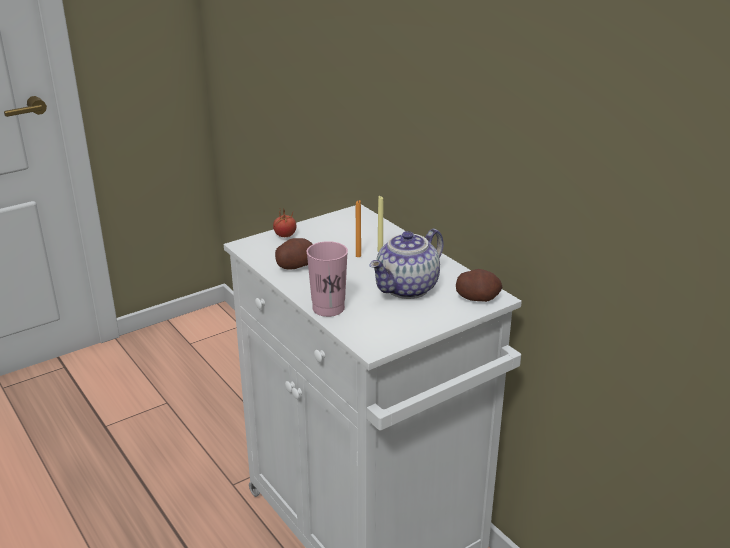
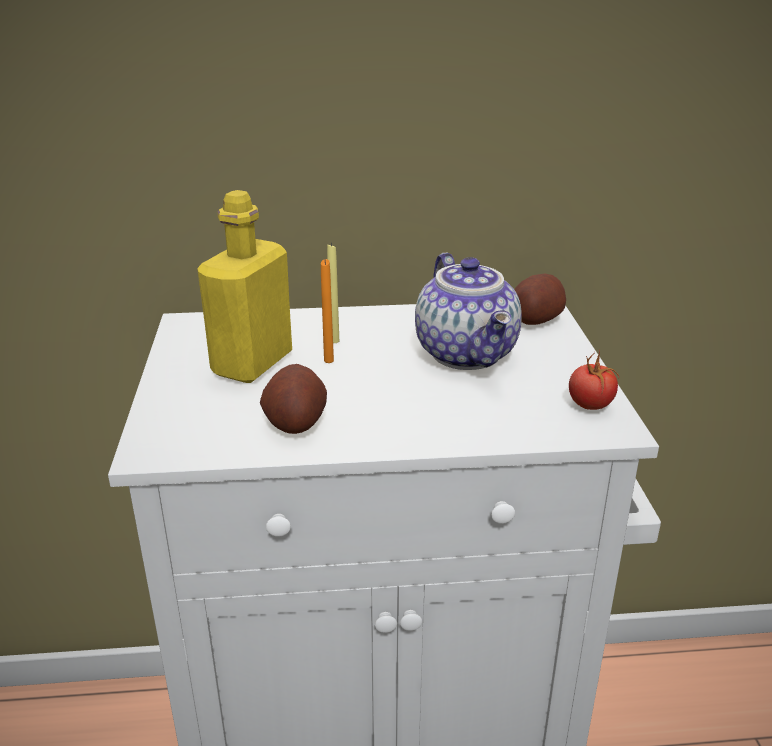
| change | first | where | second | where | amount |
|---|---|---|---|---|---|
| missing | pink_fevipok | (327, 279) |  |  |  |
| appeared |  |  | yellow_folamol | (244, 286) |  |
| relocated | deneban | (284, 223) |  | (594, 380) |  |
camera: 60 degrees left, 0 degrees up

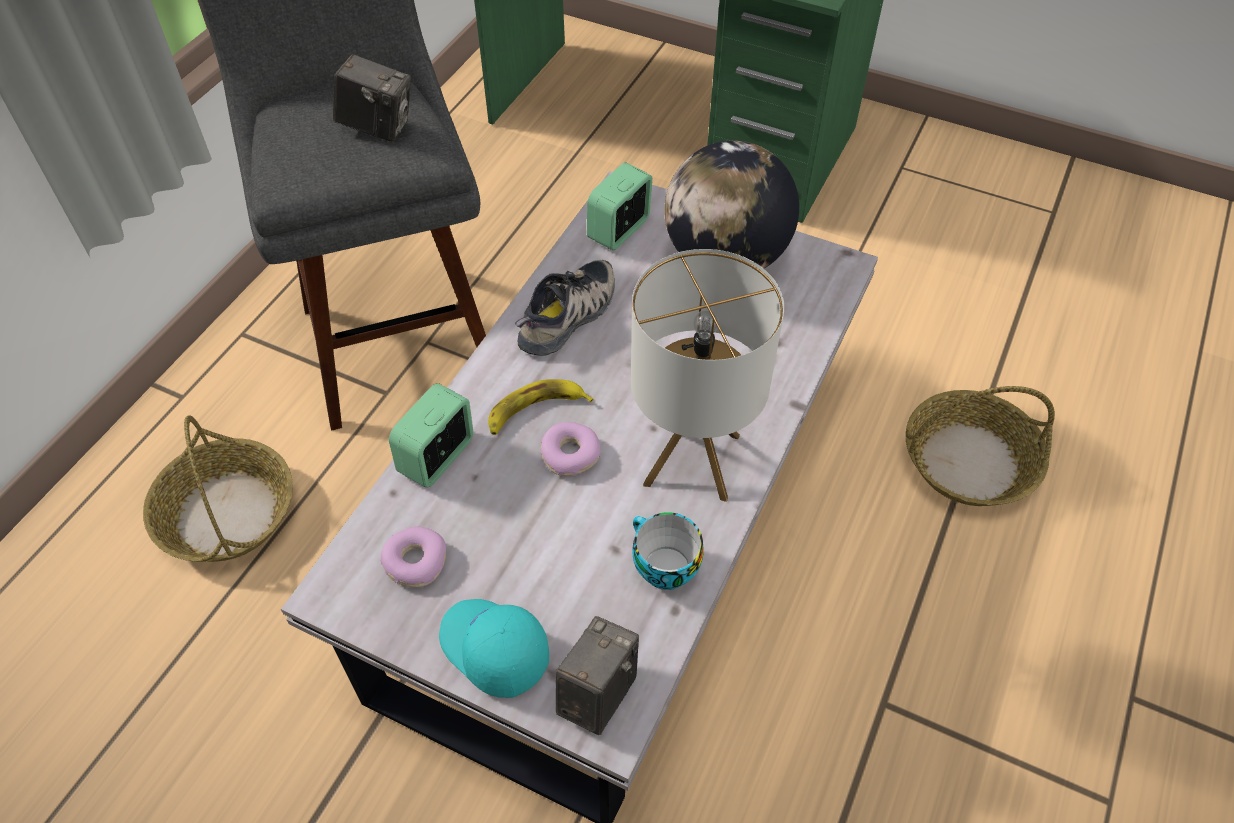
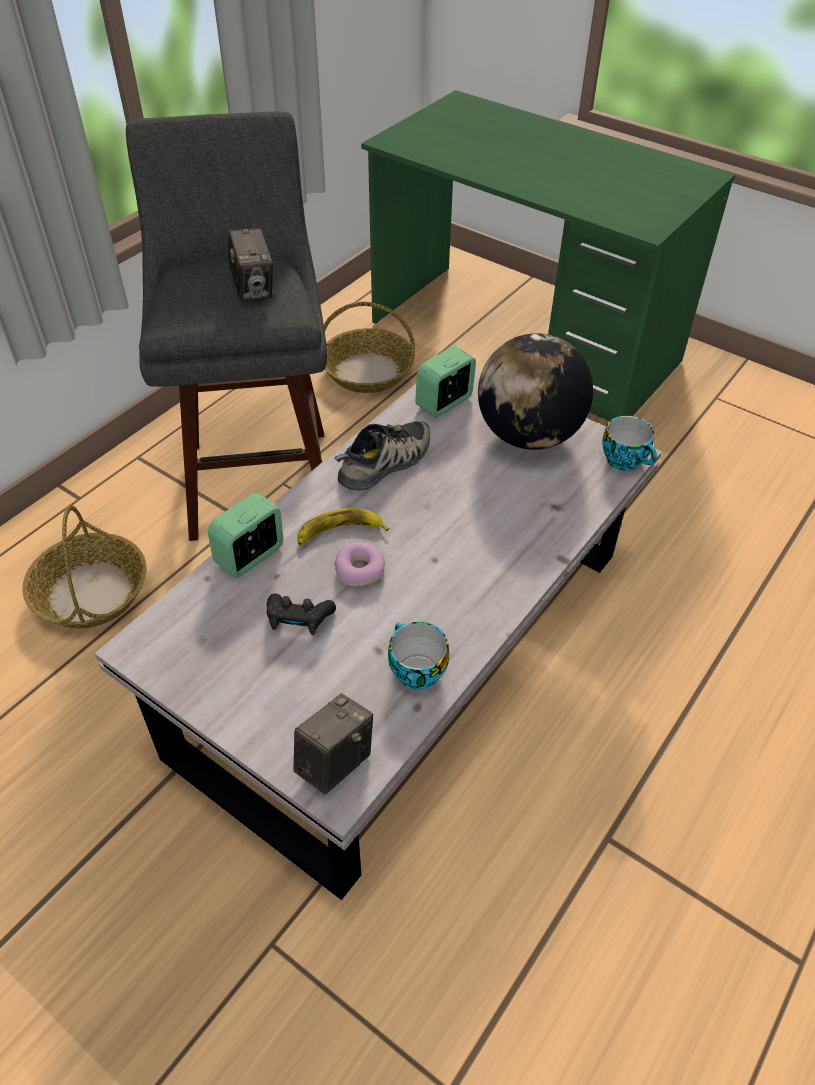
| change | first | where | second | where | amount |
|---|---|---|---|---|---|
| missing | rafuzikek | (413, 557) |  |  |  |
| missing | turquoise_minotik | (494, 648) |  |  |  |
| missing | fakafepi | (707, 375) |  |  |  |
| appeared |  |  | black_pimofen | (301, 614) |  |
| appeared |  |  | fevipok | (629, 443) |  |
| relocated | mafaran | (980, 446) |  | (369, 347) |  |
| spun | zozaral | (372, 98) |  | (250, 264) | 45 degrees clockwise |
camera: 10 degrees right, 5 degrees down

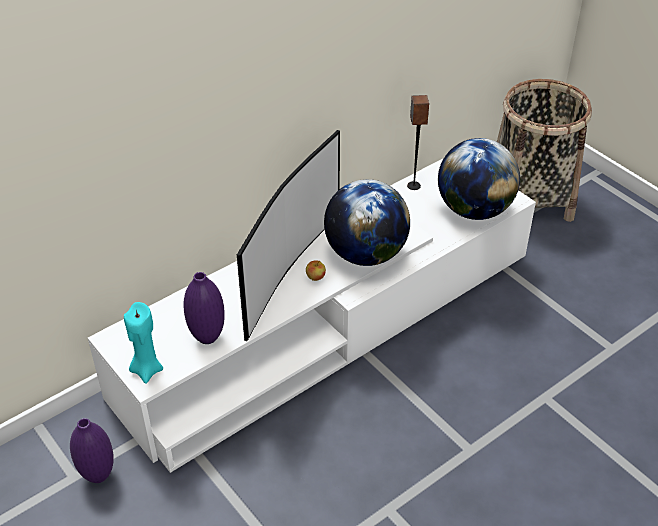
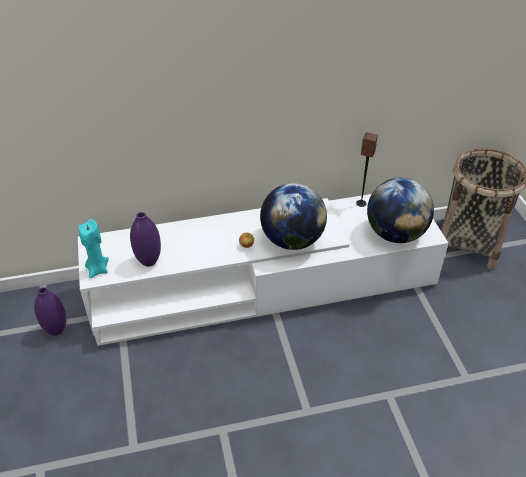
| change | first | where | second | where | amount |
|---|---|---|---|---|---|
| missing | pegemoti | (288, 235) |  |  |  |
camera: 25 degrees right, 0 degrees up

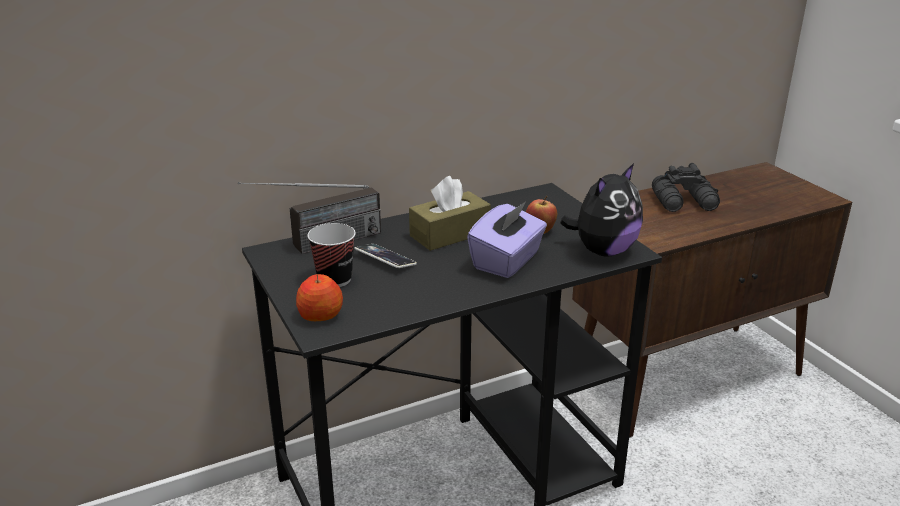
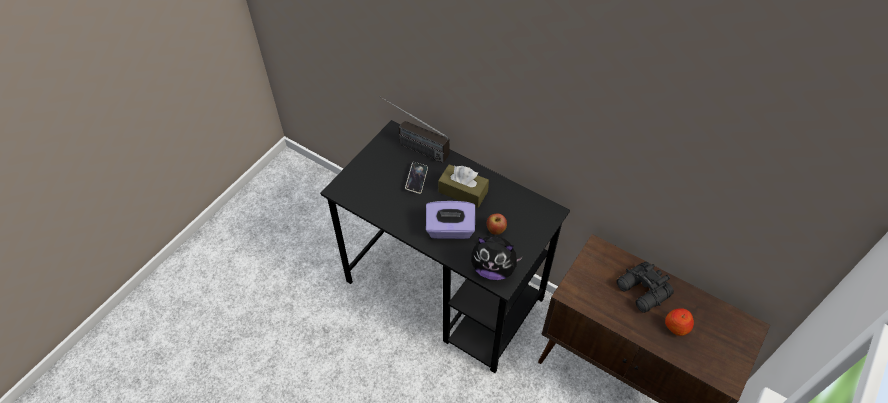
| change | first | where | second | where | amount |
|---|---|---|---|---|---|
| missing | fevipok | (331, 255) |  |  |  |
| relocated | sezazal | (319, 297) |  | (679, 322) |  |
camera: 60 degrees right, 25 degrees up

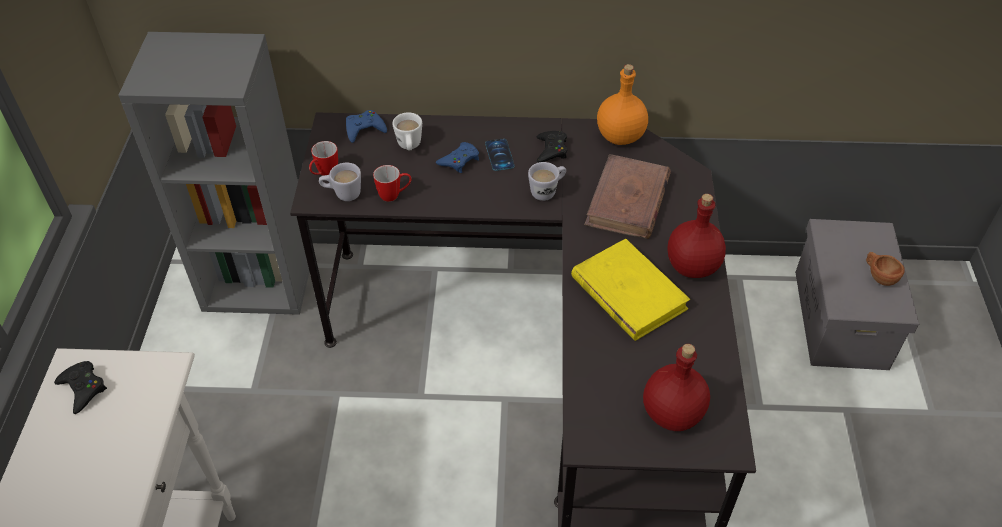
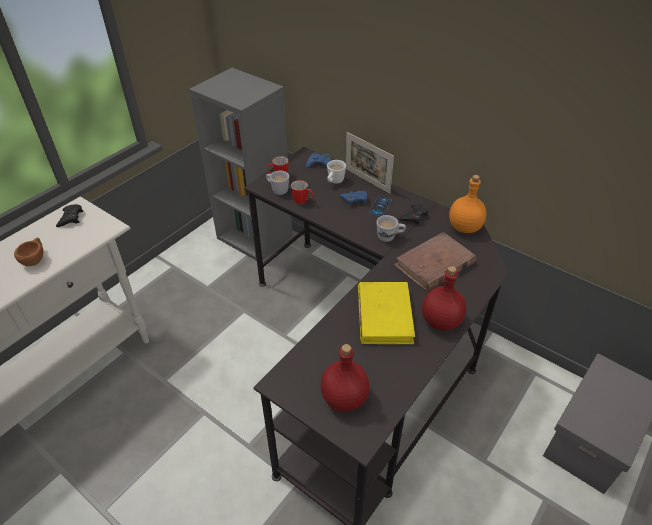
| change | first | where | second | where | amount |
|---|---|---|---|---|---|
| appeared |  |  | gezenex | (370, 163) |  |
| relocated | brown_fevipok | (885, 269) |  | (29, 251) |  |
camera: 35 degrees right, 5 degrees down

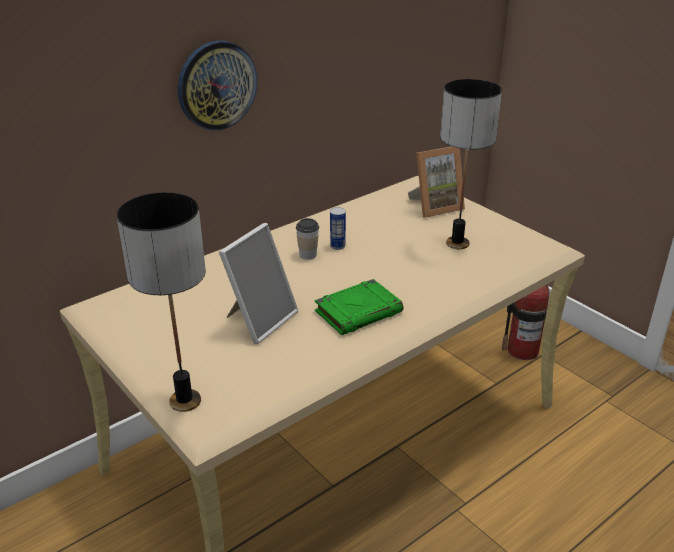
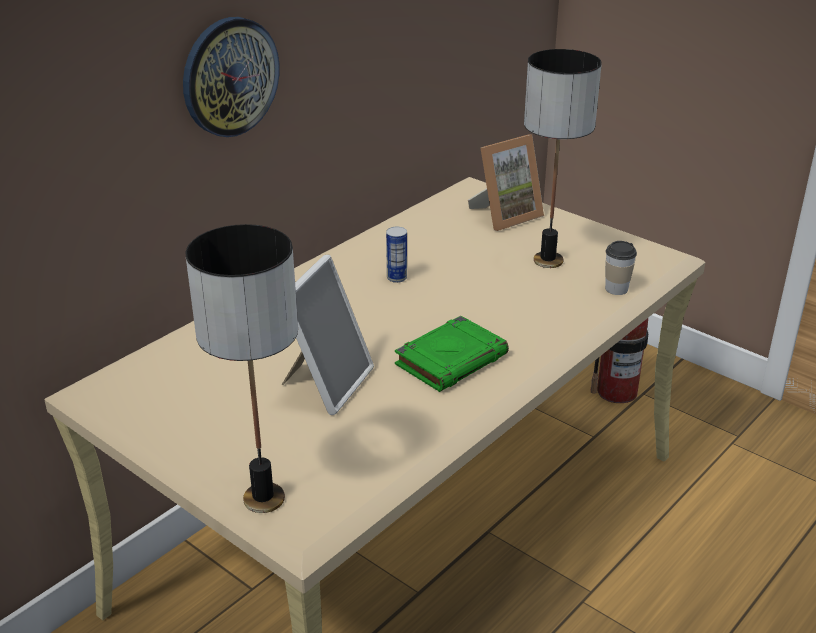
| change | first | where | second | where | amount |
|---|---|---|---|---|---|
| relocated | fevipok | (307, 239) |  | (621, 268) |  |
camera: 10 degrees left, 0 degrees up

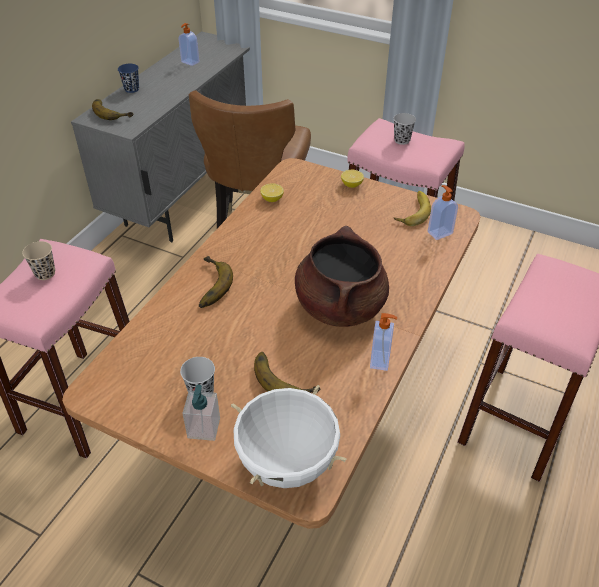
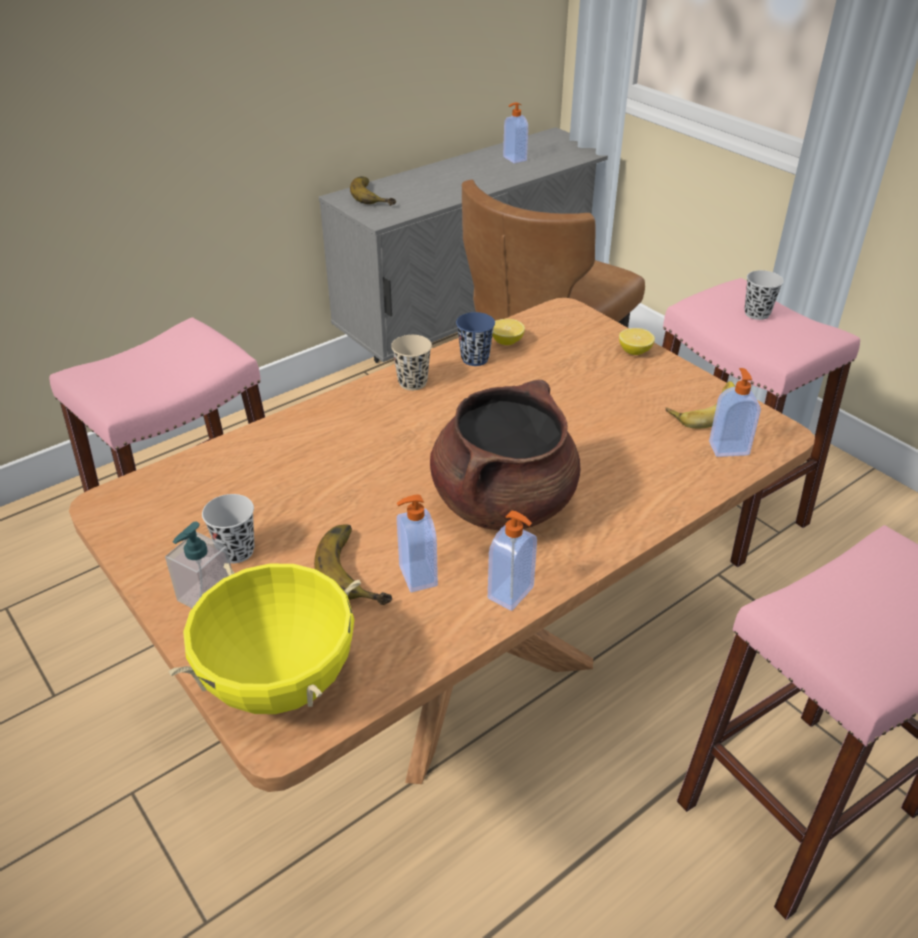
| change | first | where | second | where | amount |
|---|---|---|---|---|---|
| missing | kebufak | (216, 282) |  |  |  |
| appeared |  |  | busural | (417, 544) |  |
| relocated | beige_fevipok | (38, 260) |  | (411, 362) |  |
| relocated | blue_fevipok | (128, 78) |  | (475, 339) |  |
| colour | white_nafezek | (288, 436) | yellow_nafezek | (265, 638) |  |
camera: 25 degrees right, 5 degrees down

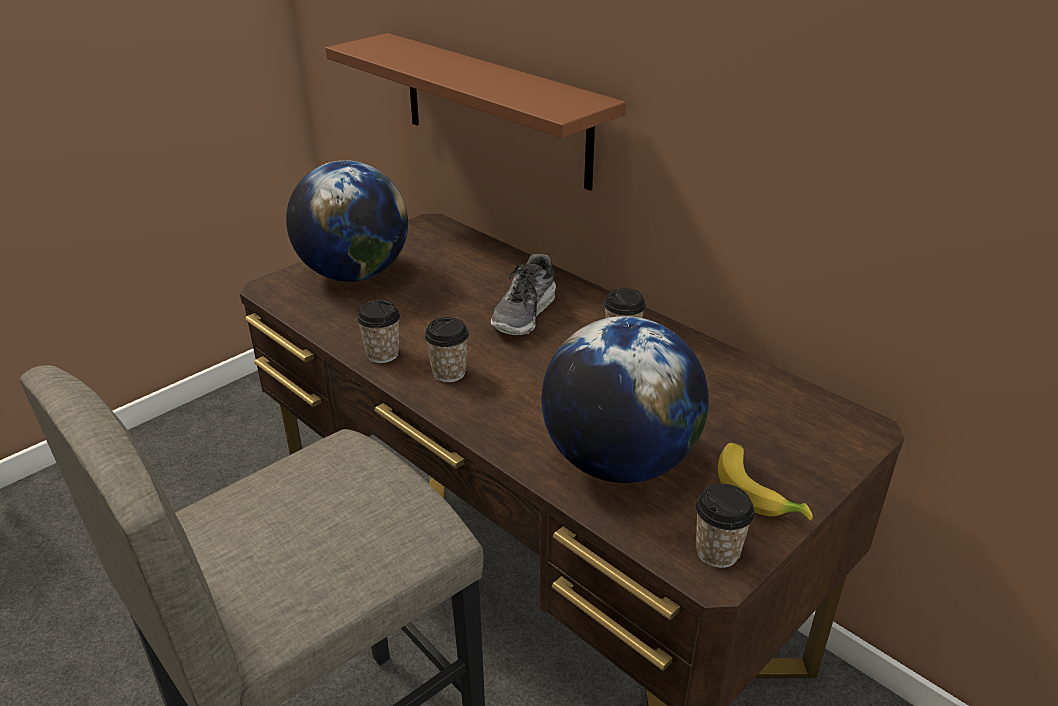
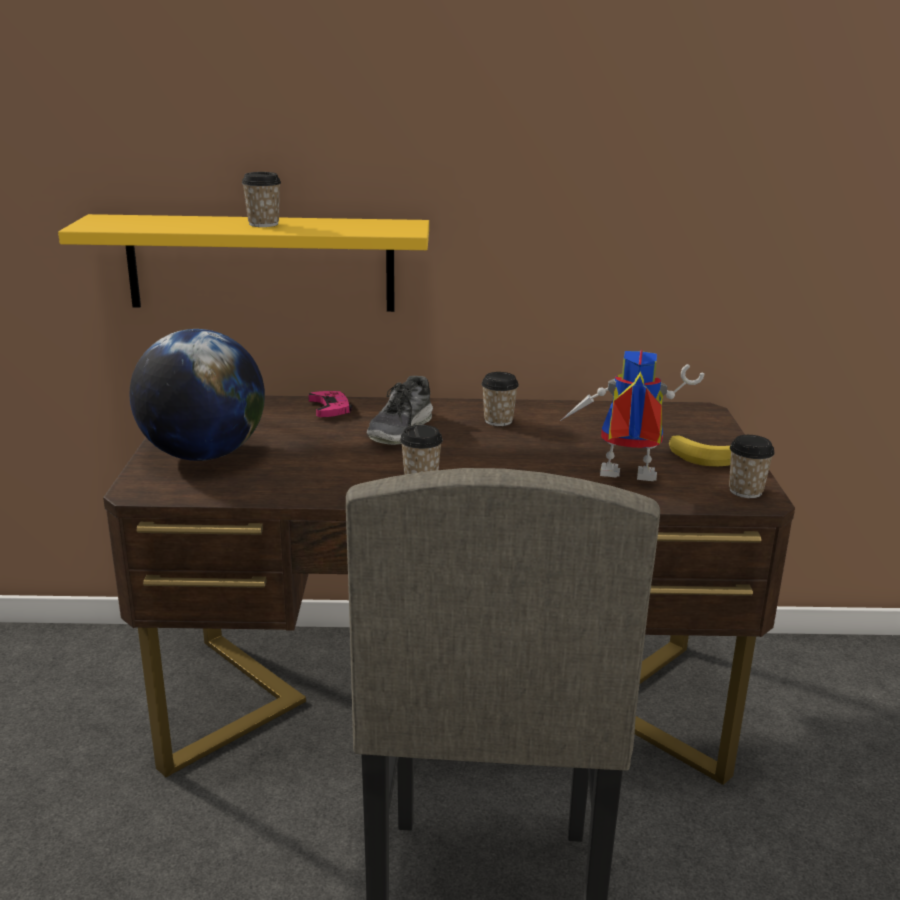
| change | first | where | second | where | amount |
|---|---|---|---|---|---|
| appeared |  |  | pink_pimofen | (330, 404) |  |
| relocated | fevipok | (378, 331) |  | (261, 199) |  |
| exchanged | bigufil | (625, 399) | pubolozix | (632, 415) |  |
| colour | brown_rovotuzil | (476, 112) | yellow_rovotuzil | (243, 263) |  |
| spun | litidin | (523, 294) |  | (400, 410) | 45 degrees clockwise |
camera: 45 degrees left, 10 degrees down

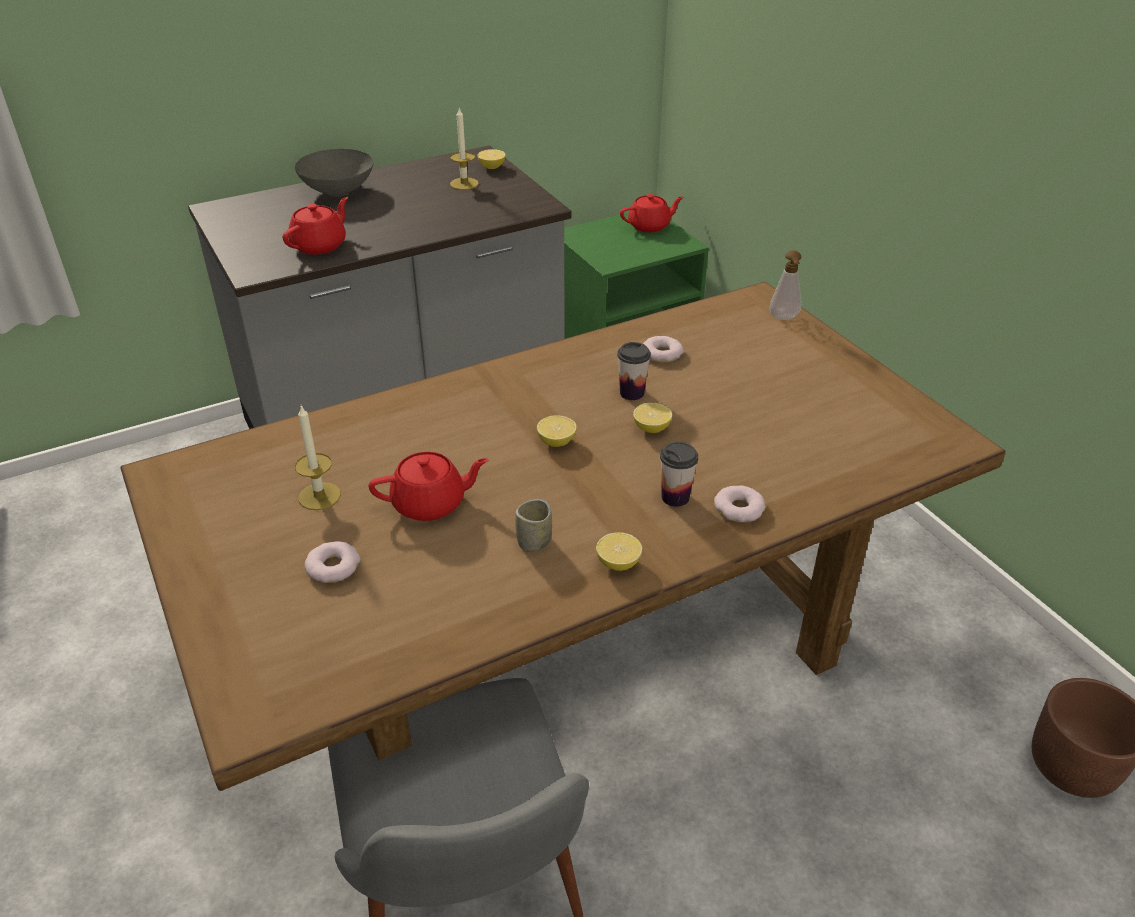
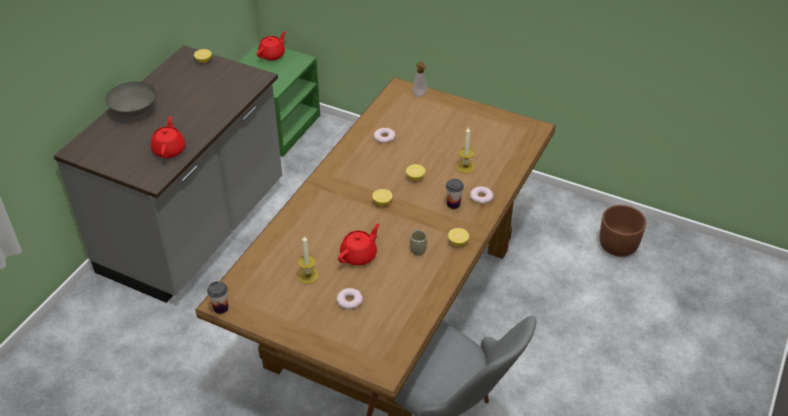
| change | first | where | second | where | amount |
|---|---|---|---|---|---|
| relocated | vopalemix | (464, 149) |  | (465, 150) |  |
| relocated | fevipok | (634, 371) |  | (217, 297) |  |
camera: 35 degrees left, 5 degrees up

